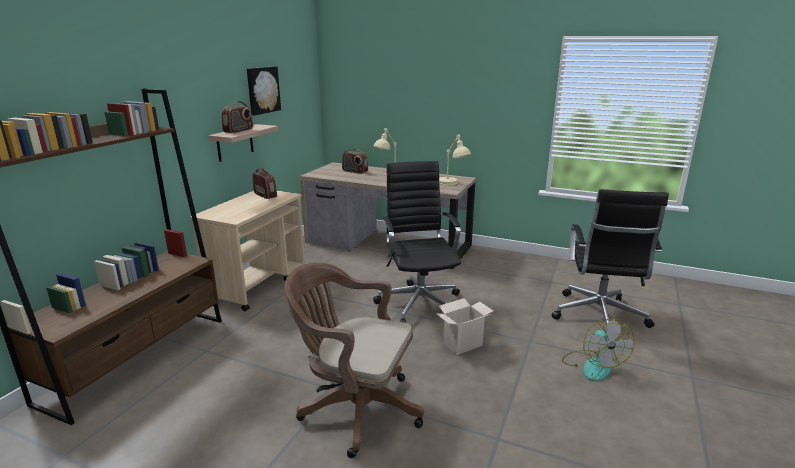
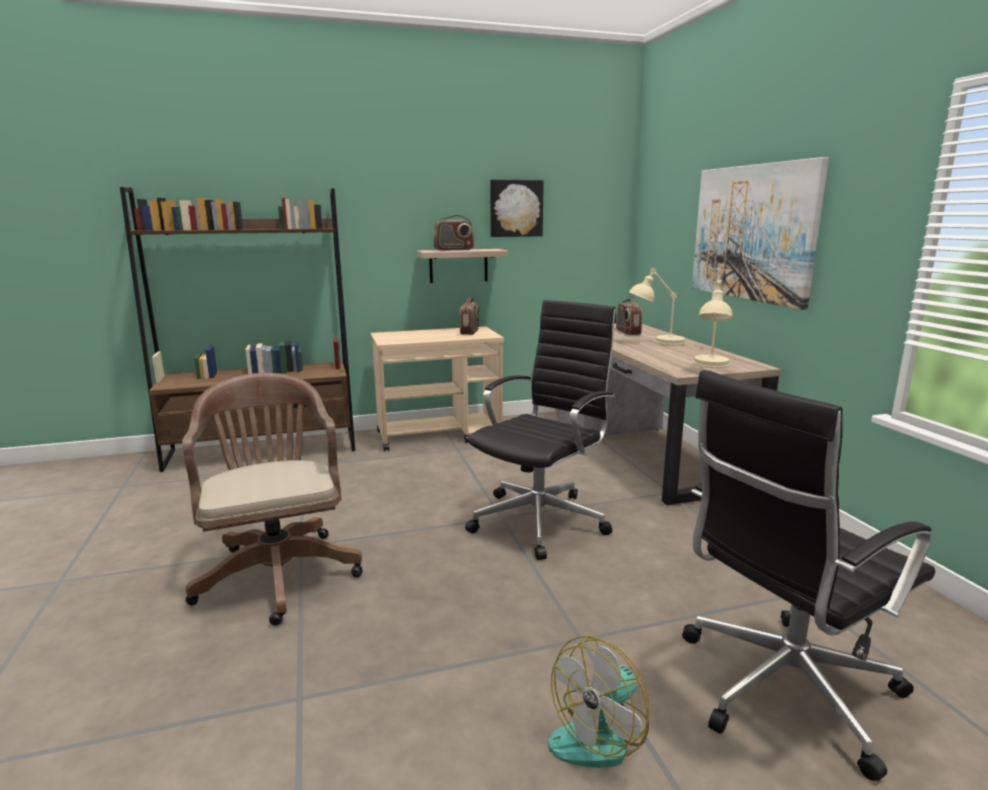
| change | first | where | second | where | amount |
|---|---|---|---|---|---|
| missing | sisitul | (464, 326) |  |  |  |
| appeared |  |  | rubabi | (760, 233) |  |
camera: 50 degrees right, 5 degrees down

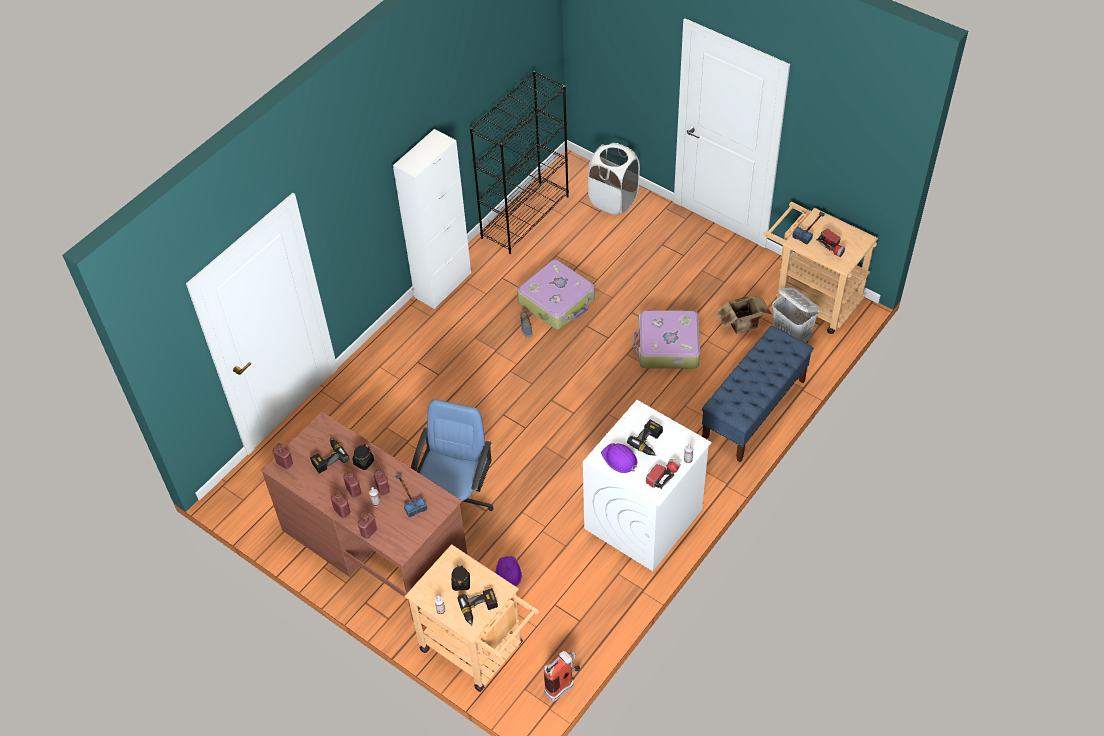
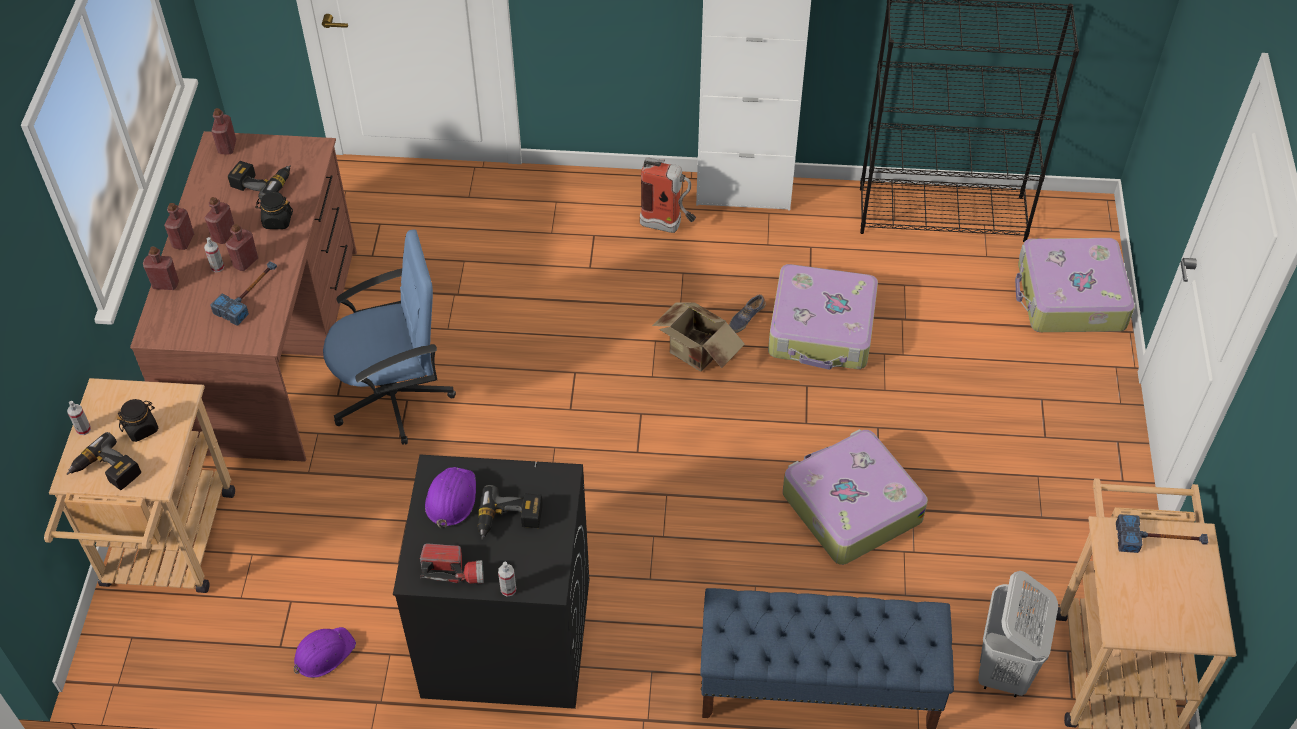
| change | first | where | second | where | amount |
|---|---|---|---|---|---|
| missing | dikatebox | (830, 243) |  |  |  |
| relocated | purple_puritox | (509, 571) |  | (325, 652) |  |
| relocated | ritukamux | (562, 676) |  | (668, 195) |  |
| relocated | sisitul | (743, 314) |  | (698, 337) |  |
| exchanged | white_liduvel | (614, 179) | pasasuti | (1075, 285) |  |
| colour | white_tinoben | (647, 485) | black_tinoben | (491, 582) |  |
camera: 55 degrees right, 0 degrees up

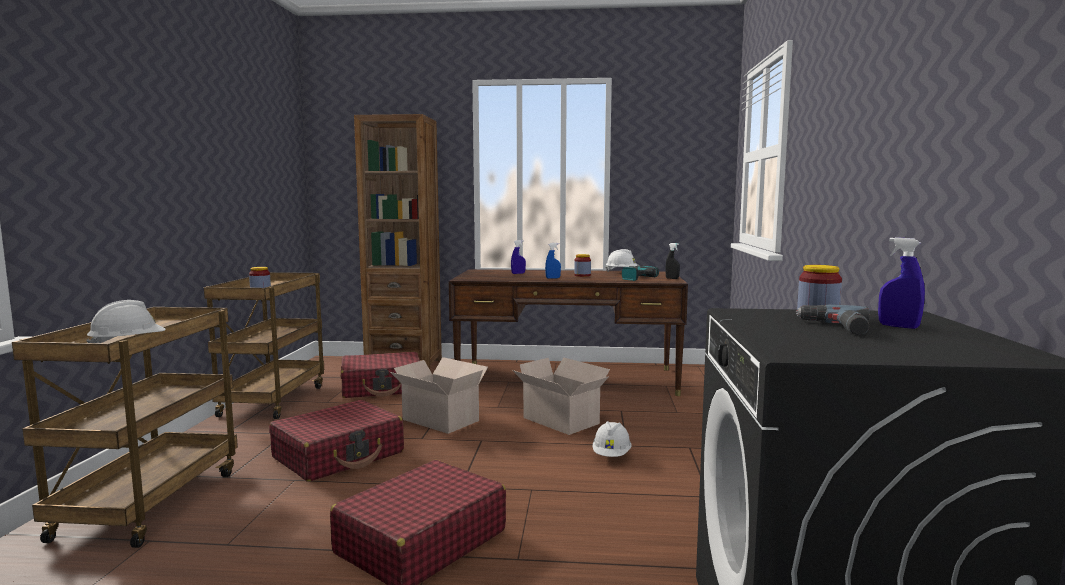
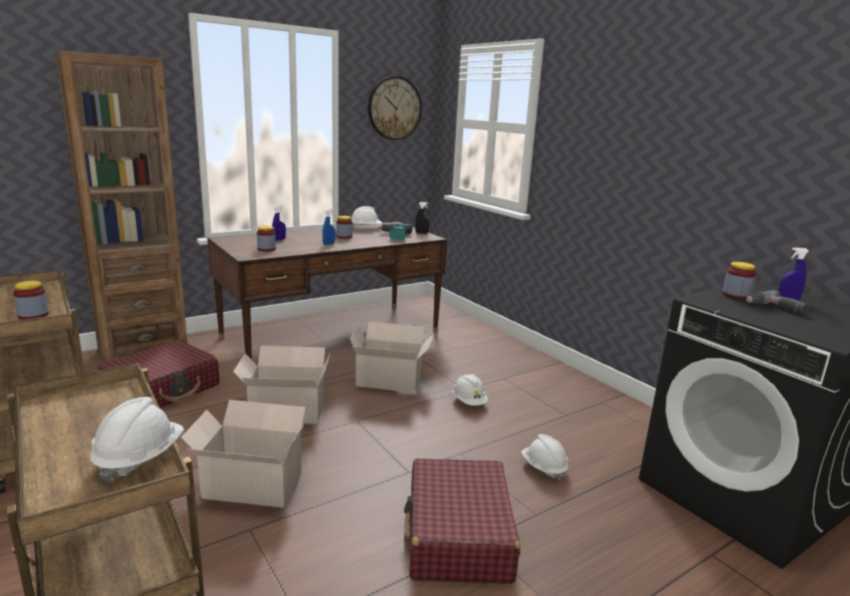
| change | first | where | second | where | amount |
|---|---|---|---|---|---|
| appeared |  |  | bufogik | (266, 238) |  |
| appeared |  |  | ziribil | (395, 108) |  |
| appeared |  |  | white_puritox | (544, 457) |  |
| exchanged | red_pasasuti | (336, 441) | sisitul | (244, 453) |  |
camera: 40 degrees left, 10 degrees up

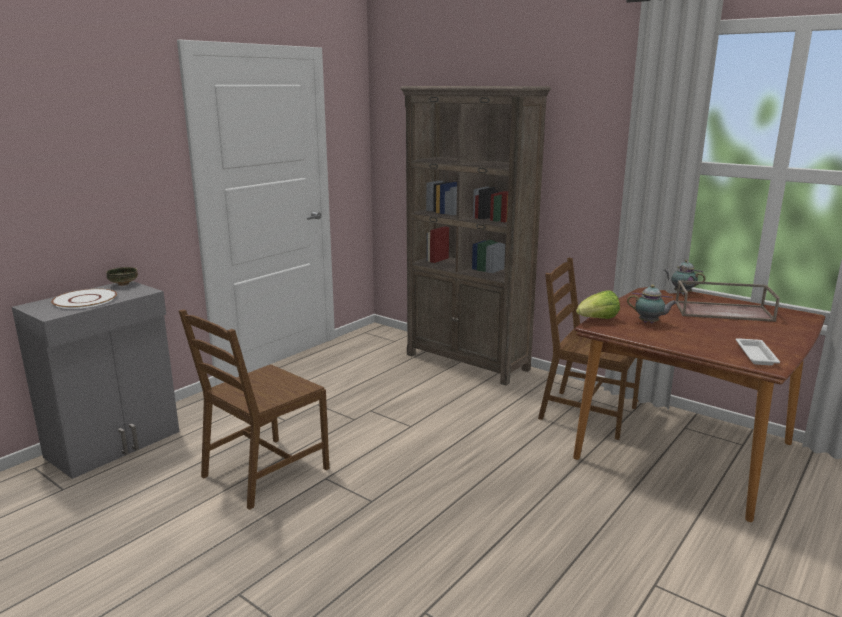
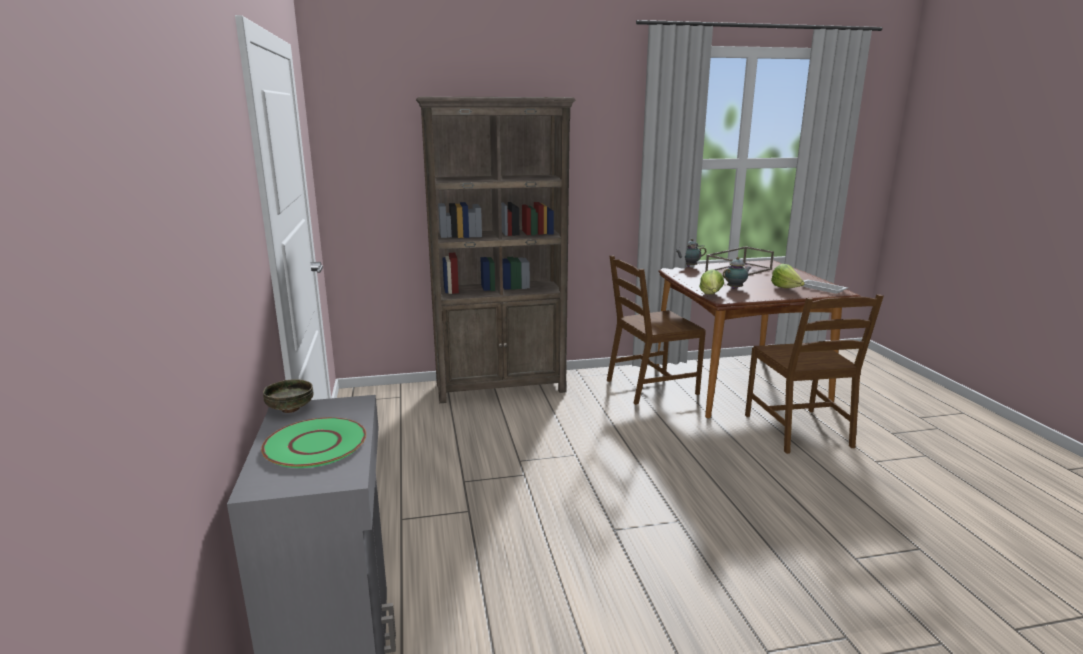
| change | first | where | second | where | amount |
|---|---|---|---|---|---|
| appeared |  |  | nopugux | (788, 276) |  |
| relocated | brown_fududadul | (254, 409) |  | (814, 374) |  |
| colour | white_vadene | (84, 299) | green_vadene | (313, 442) |  |
camera: 50 degrees left, 0 degrees up

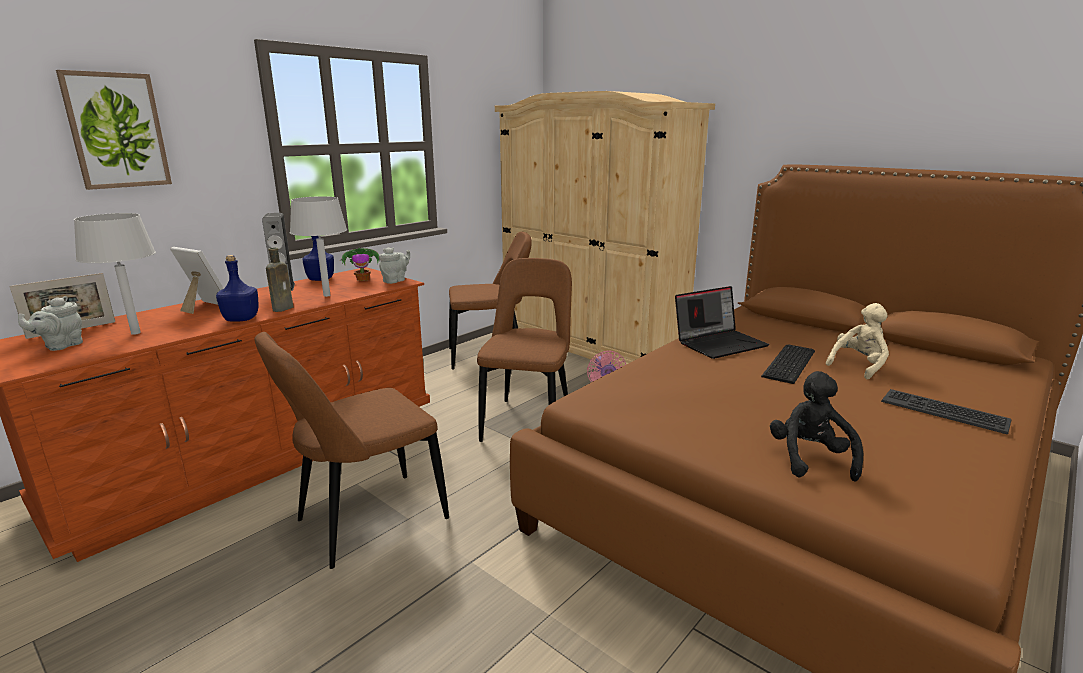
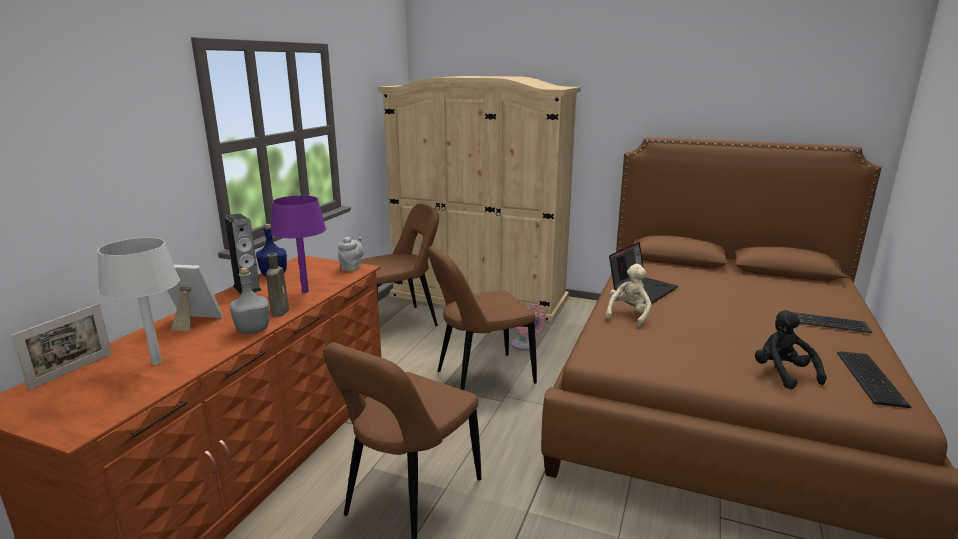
| change | first | where | second | where | amount |
|---|---|---|---|---|---|
| missing | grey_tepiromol | (50, 323) |  |  |  |
| missing | rubabi | (114, 130) |  |  |  |
| missing | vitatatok | (360, 264) |  |  |  |
| relocated | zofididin | (788, 364) |  | (874, 379) |  |
| relocated | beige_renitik | (857, 341) |  | (628, 295) |  |
| colour | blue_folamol | (237, 288) | grey_folamol | (249, 300) |  |
| colour | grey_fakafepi | (318, 246) | purple_fakafepi | (298, 244) |  |
| spun | brown_fududadul | (524, 350) |  | (482, 317) | 105 degrees counterclockwise |
camera: 20 degrees left, 0 degrees up

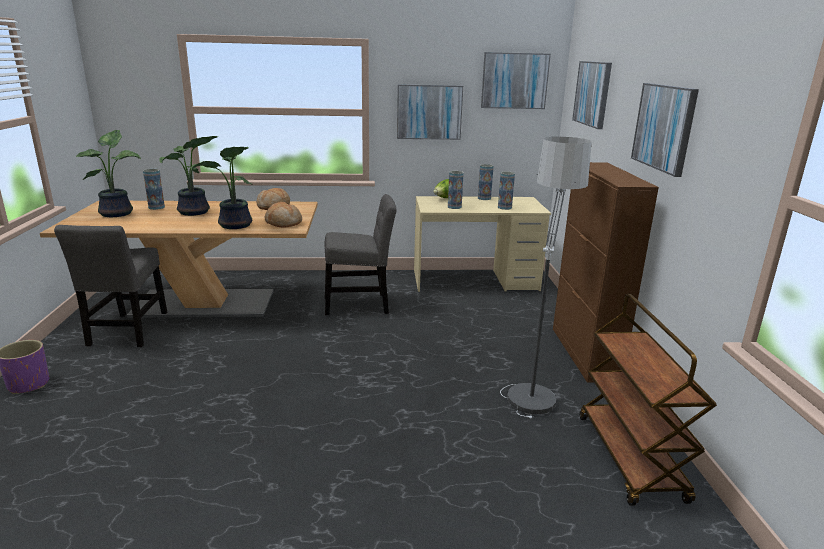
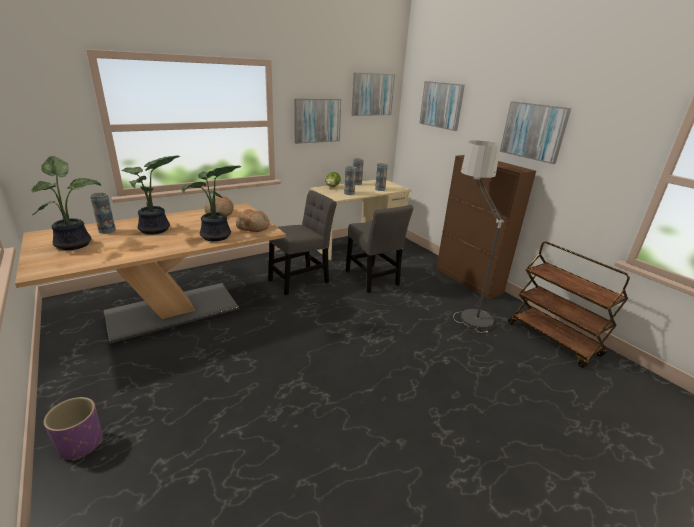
| change | first | where | second | where | amount |
|---|---|---|---|---|---|
| relocated | grey_fududadul | (110, 286) |  | (379, 249) |  |
camera: 30 degrees left, 5 degrees up

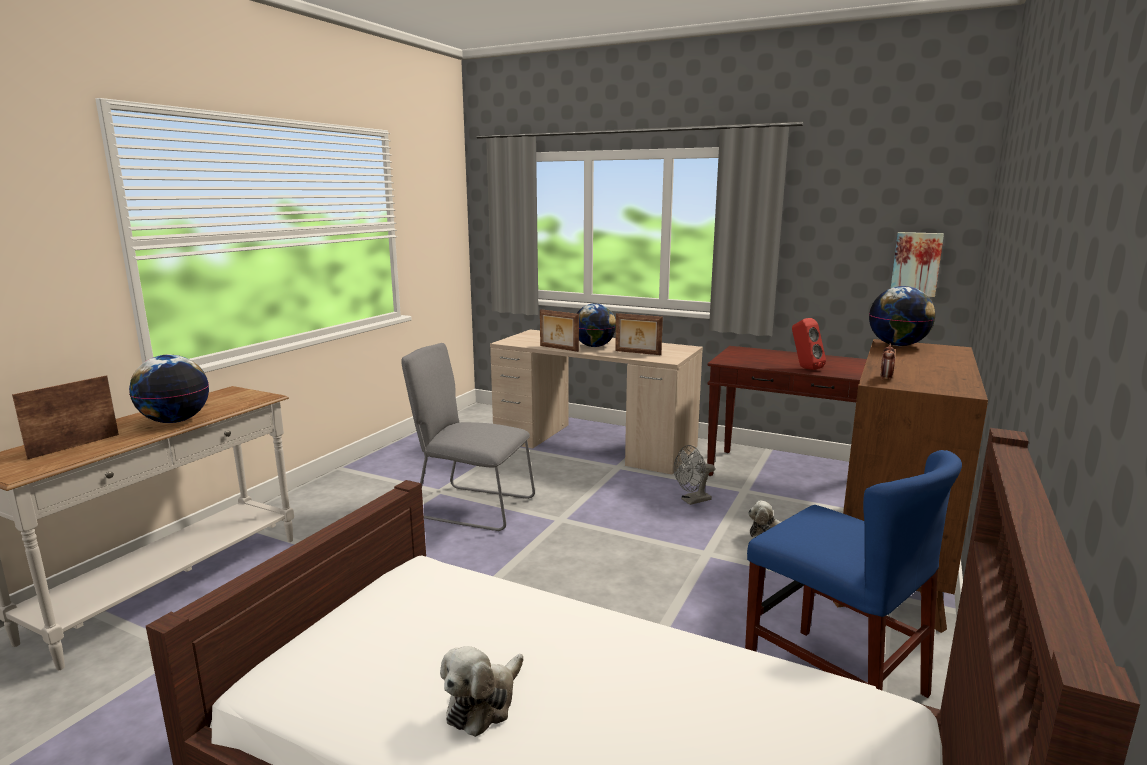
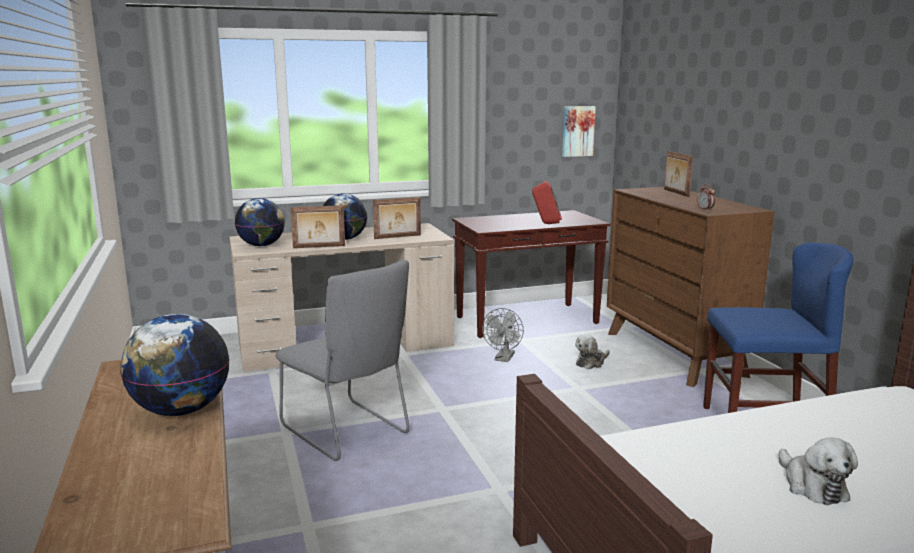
| change | first | where | second | where | amount |
|---|---|---|---|---|---|
| relocated | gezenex | (65, 417) |  | (678, 174) |  |
| relocated | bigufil | (902, 316) |  | (260, 222) |  |
| spun | grey_fududadul | (468, 437) |  | (342, 360) | 105 degrees counterclockwise |
camera: 45 degrees left, 0 degrees up

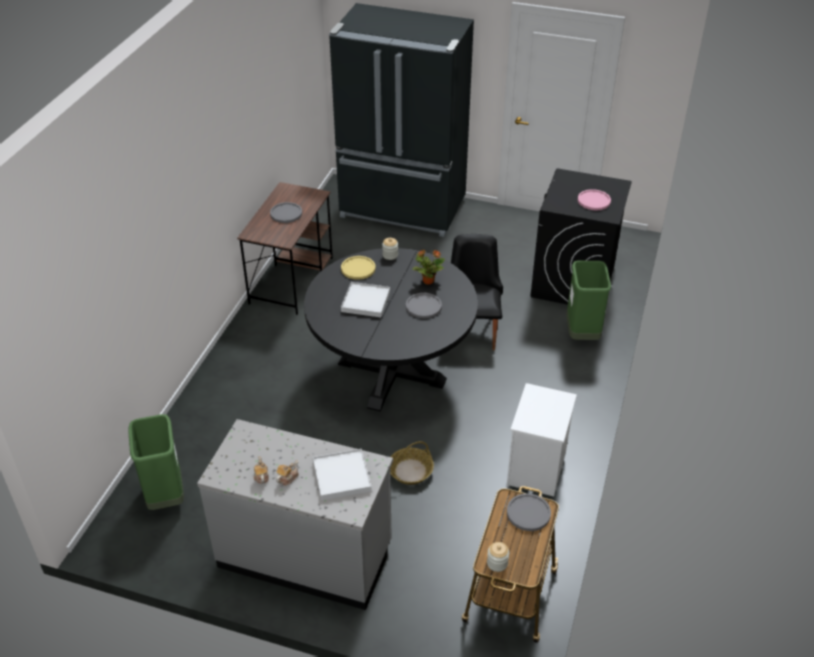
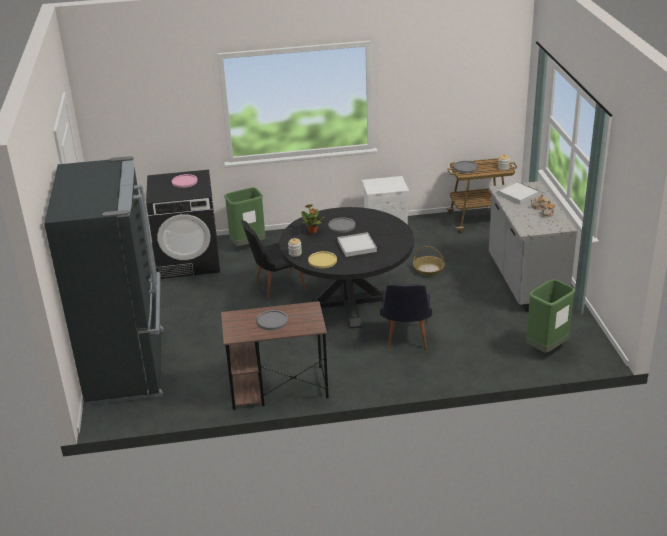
| change | first | where | second | where | amount |
|---|---|---|---|---|---|
| appeared |  |  | black_fududadul | (406, 316) |  |
camera: 115 degrees left, 10 degrees down

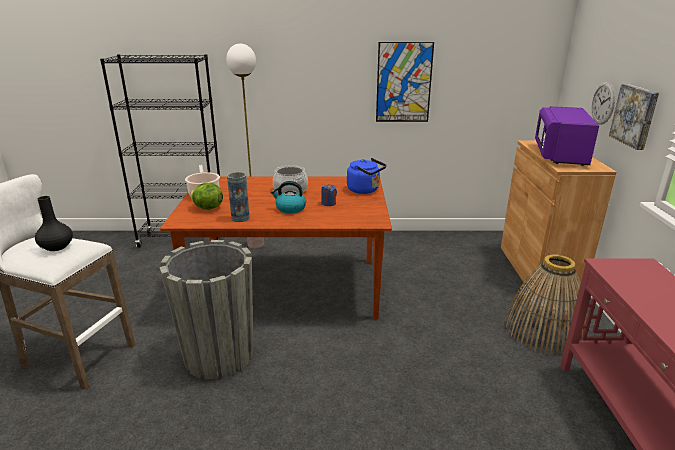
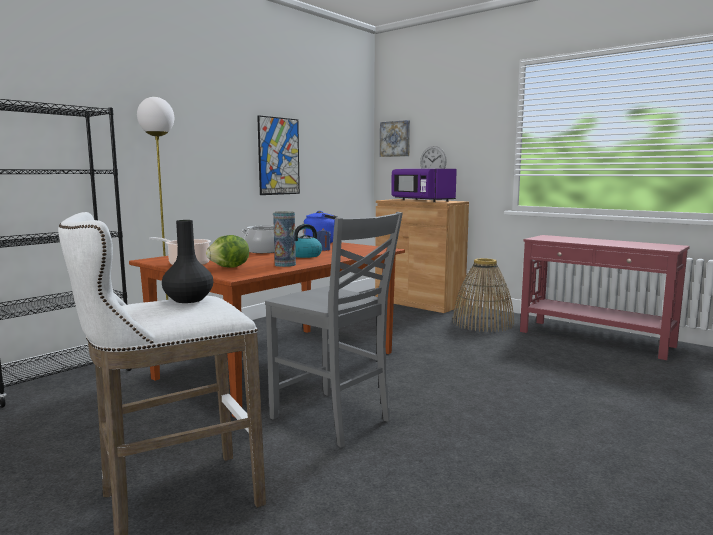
| change | first | where | second | where | amount |
|---|---|---|---|---|---|
| relocated | rubabi | (634, 117) |  | (395, 138) |  |
| exchanged | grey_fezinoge | (206, 309) | grey_fududadul | (334, 330) |  |
camera: 50 degrees left, 15 degrees down

